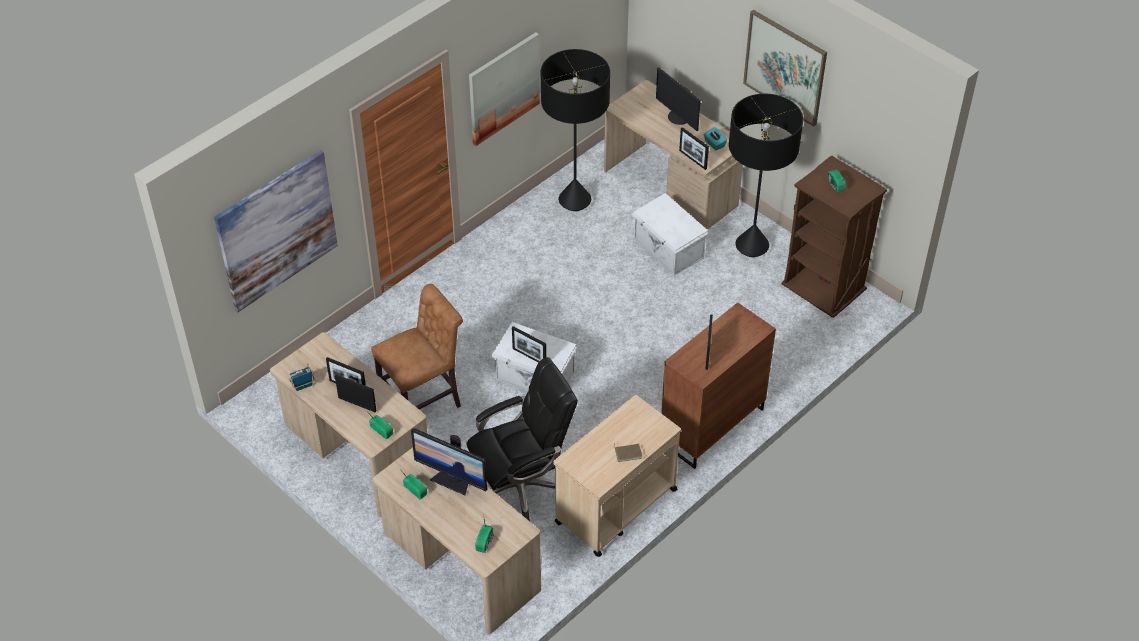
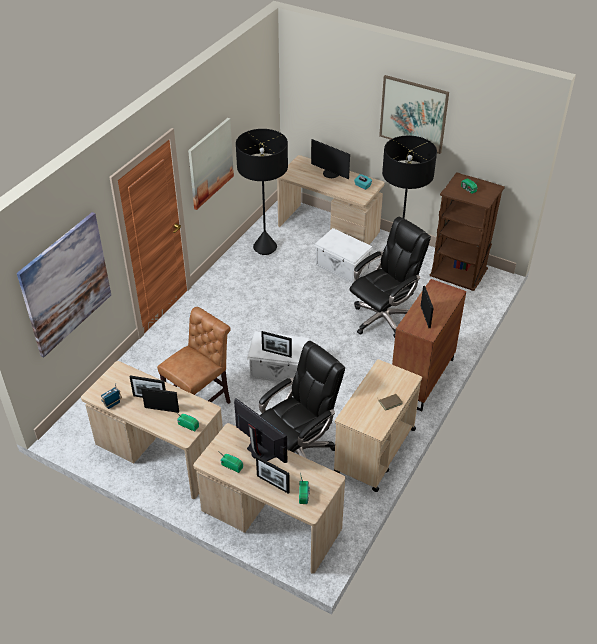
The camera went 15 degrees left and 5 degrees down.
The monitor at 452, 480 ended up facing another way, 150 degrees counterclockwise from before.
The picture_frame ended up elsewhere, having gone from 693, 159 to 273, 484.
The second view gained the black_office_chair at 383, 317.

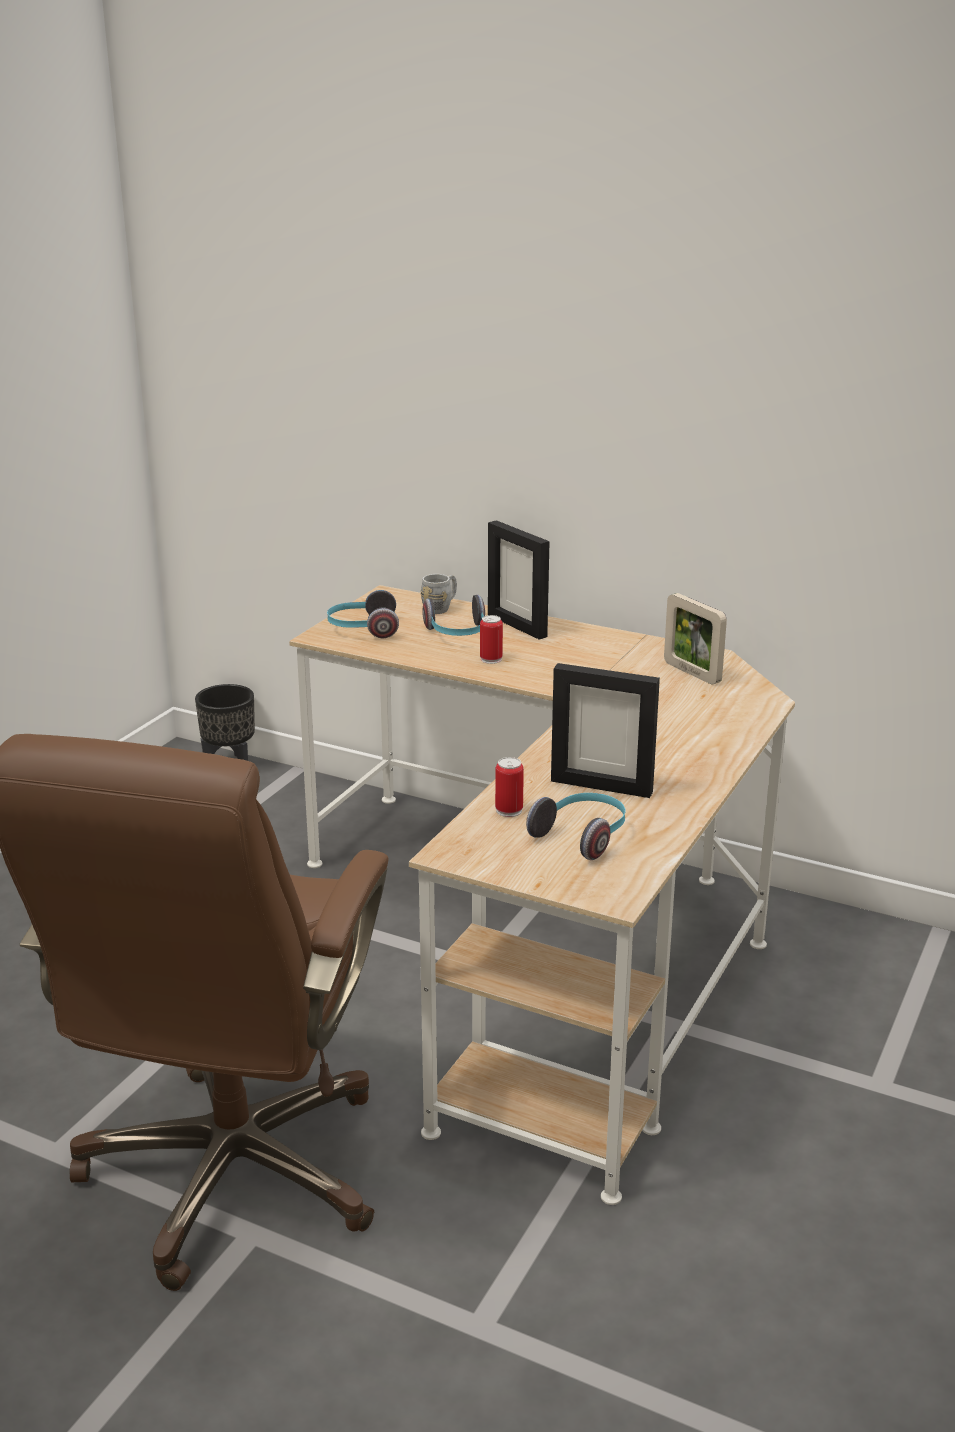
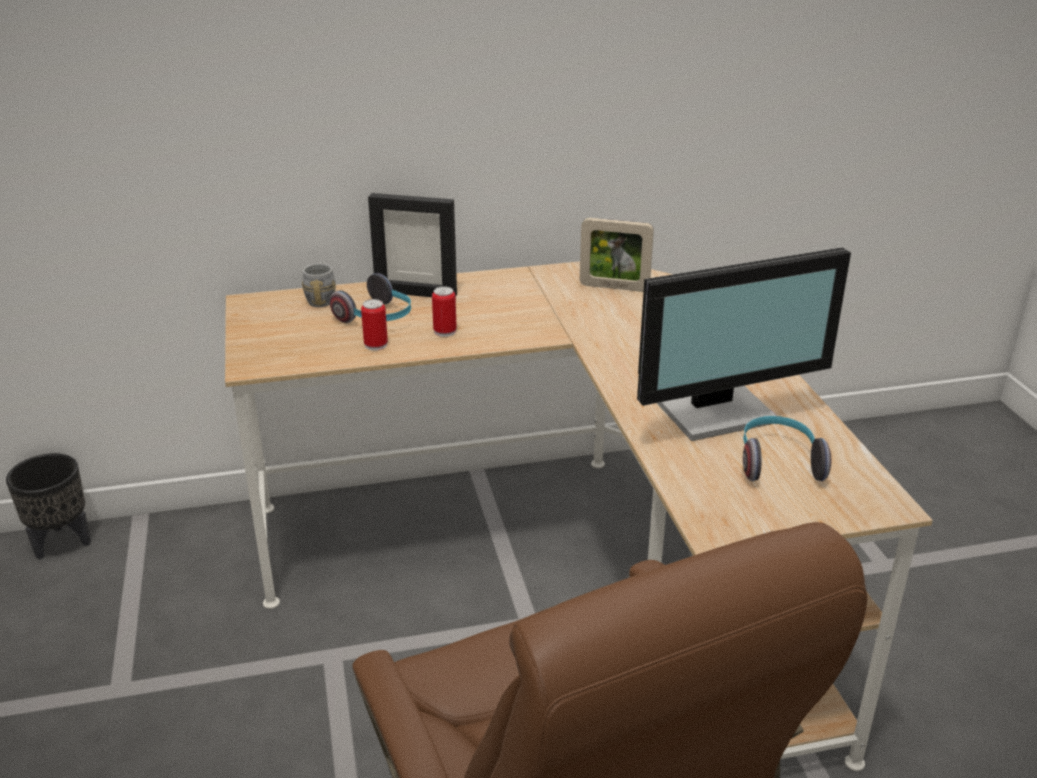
The camera went 40 degrees left and 5 degrees up.
The second view lost the headphones at 363, 629.
The can ended up elsewhere, having gone from 509, 810 to 376, 345.
Where the picture_frame stood at 602, 785, the monitor came to stand at 715, 410.

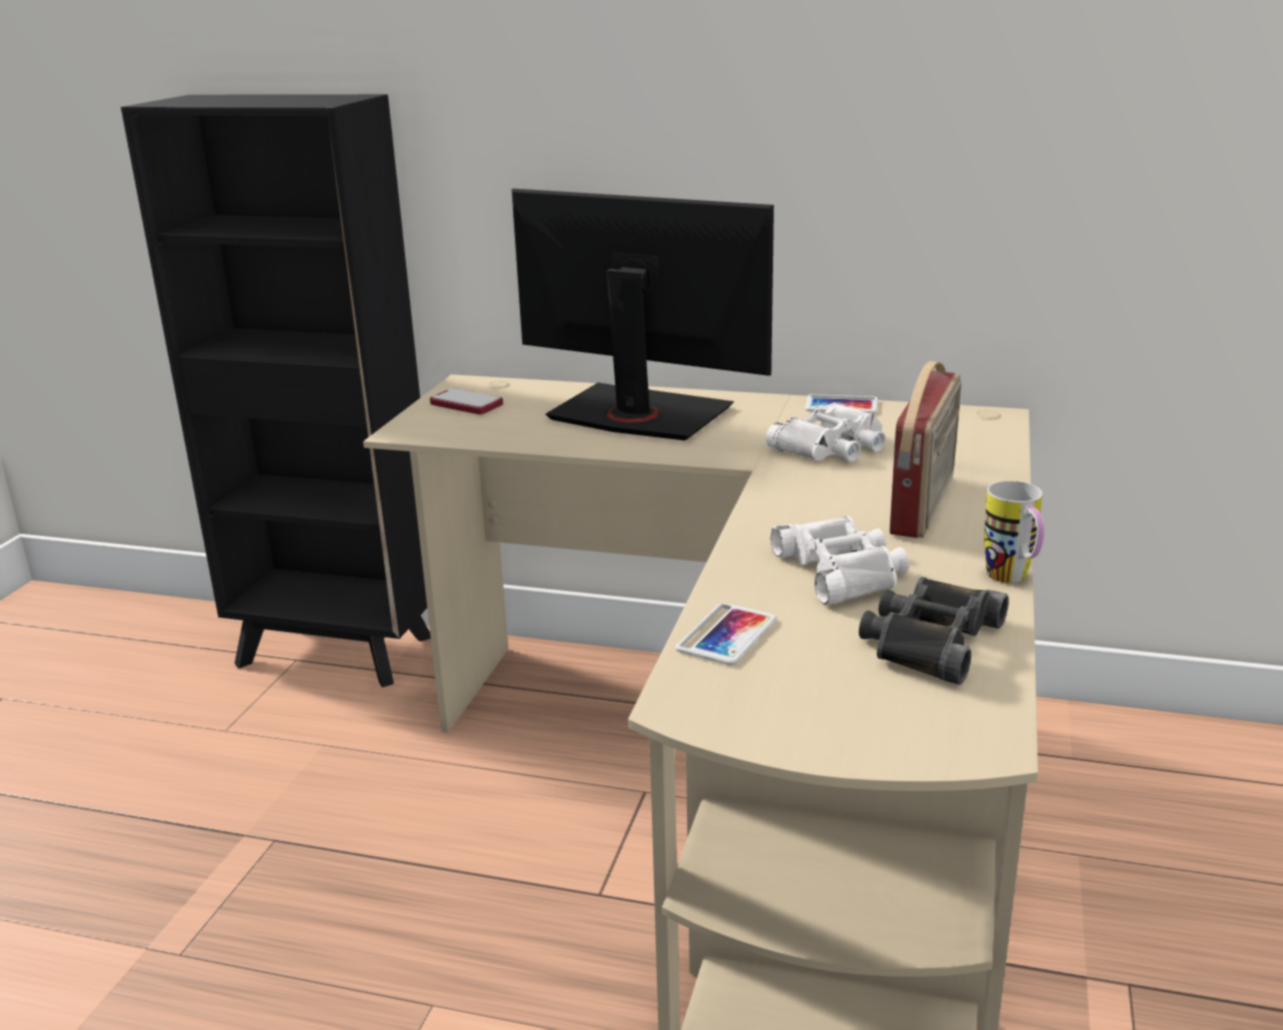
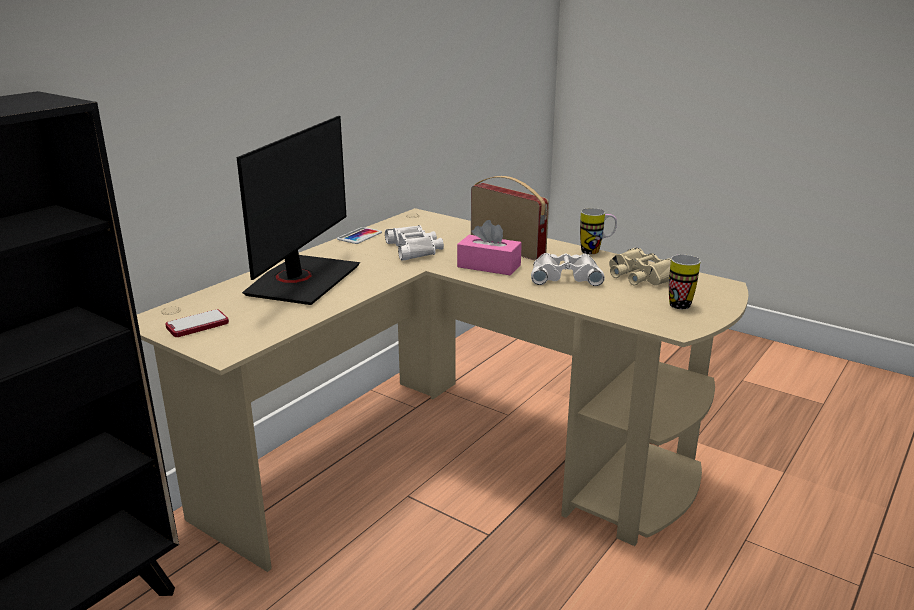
The camera went 70 degrees left and 0 degrees up.
The monitor at 638, 414 ended up facing another way, 150 degrees clockwise from before.
The second view lost the phone at 727, 635.
What was the black_binoculars at 929, 640 turned into the beige_binoculars at 641, 275.
The second view gained the pink_tissue_box at 489, 266.
The second view gained the mug at 677, 302.

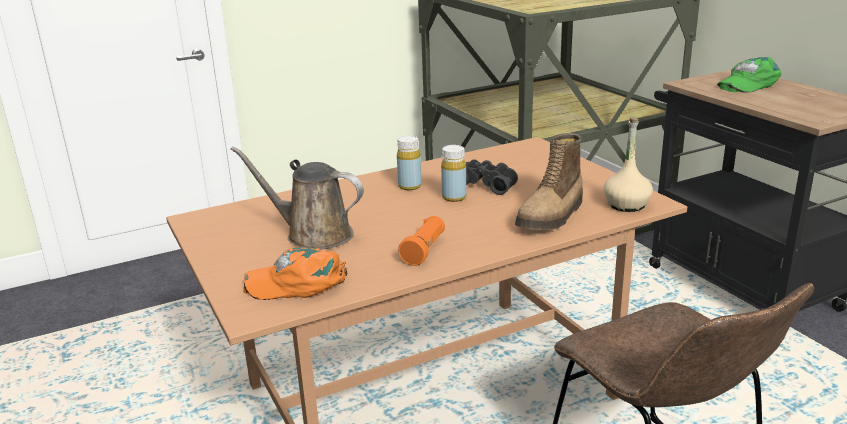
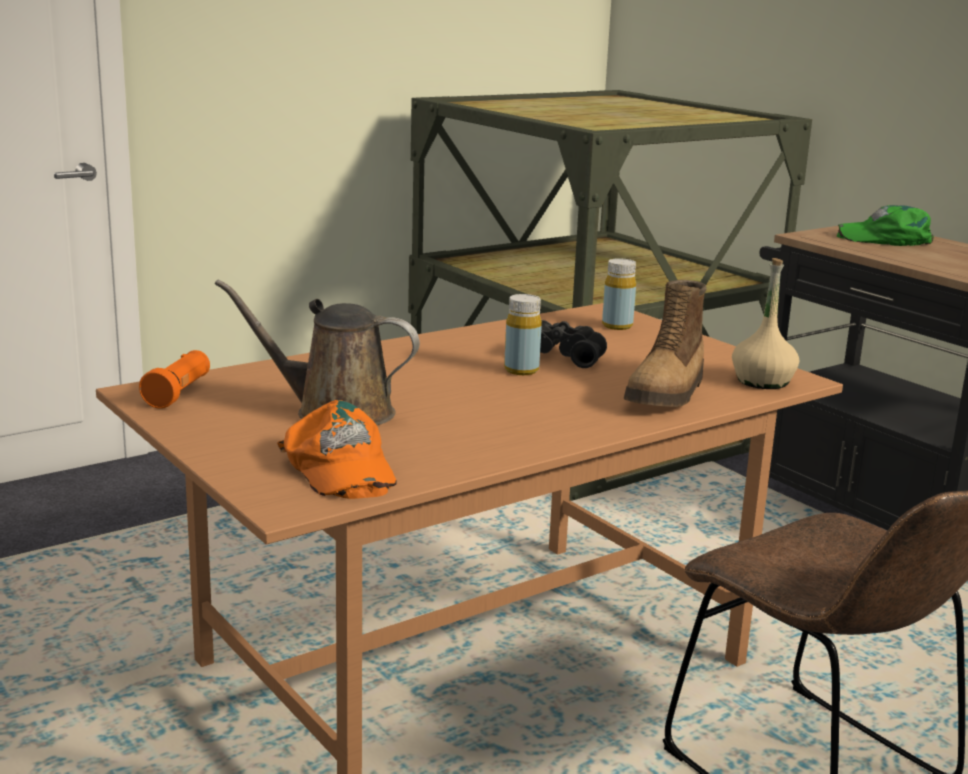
The camera went 10 degrees left and 5 degrees down.
The orange_cap at 298, 283 ended up facing another way, 105 degrees counterclockwise from before.
The yellow_bottle ended up elsewhere, having gone from 410, 186 to 617, 326.
The orange_flashlight ended up elsewhere, having gone from 424, 250 to 179, 393.
The green_cap at 747, 84 ended up facing another way, 60 degrees clockwise from before.

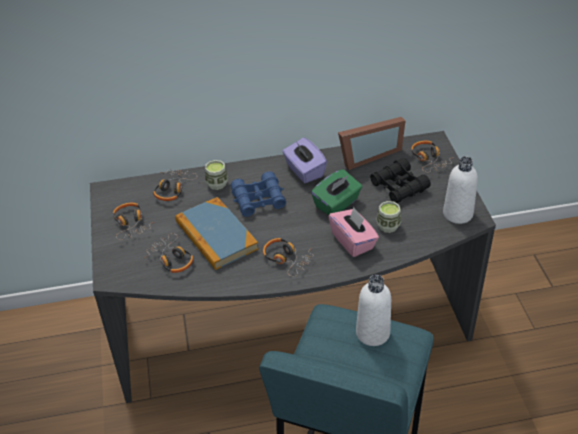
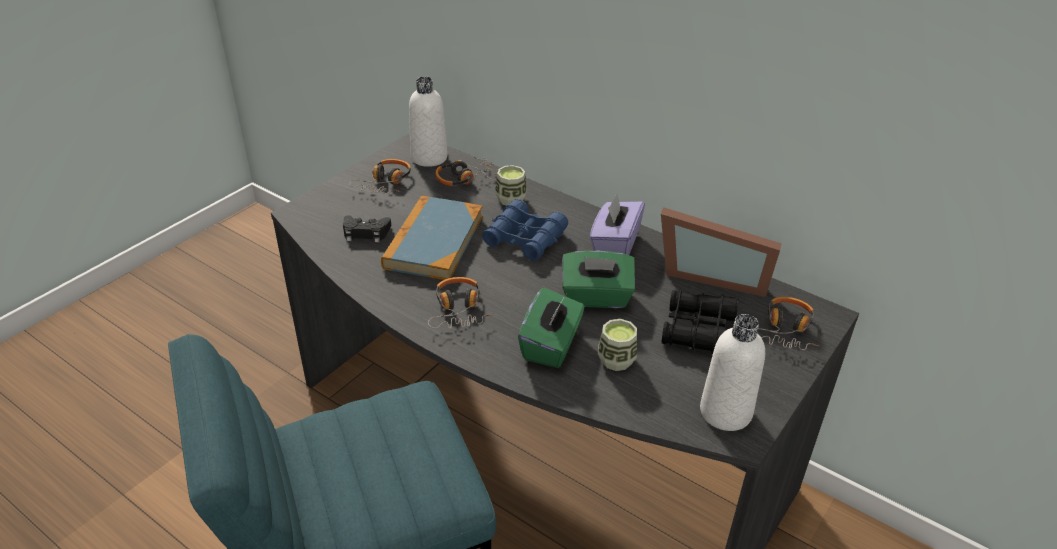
The camera went 45 degrees right and 5 degrees down.
Where the headphones stood at 171, 259, the black_game_controller came to stand at 366, 233.
What was the pink_tissue_box at 353, 241 turned into the green_tissue_box at 551, 345.
The white_bottle ended up elsewhere, having gone from 372, 333 to 429, 158.

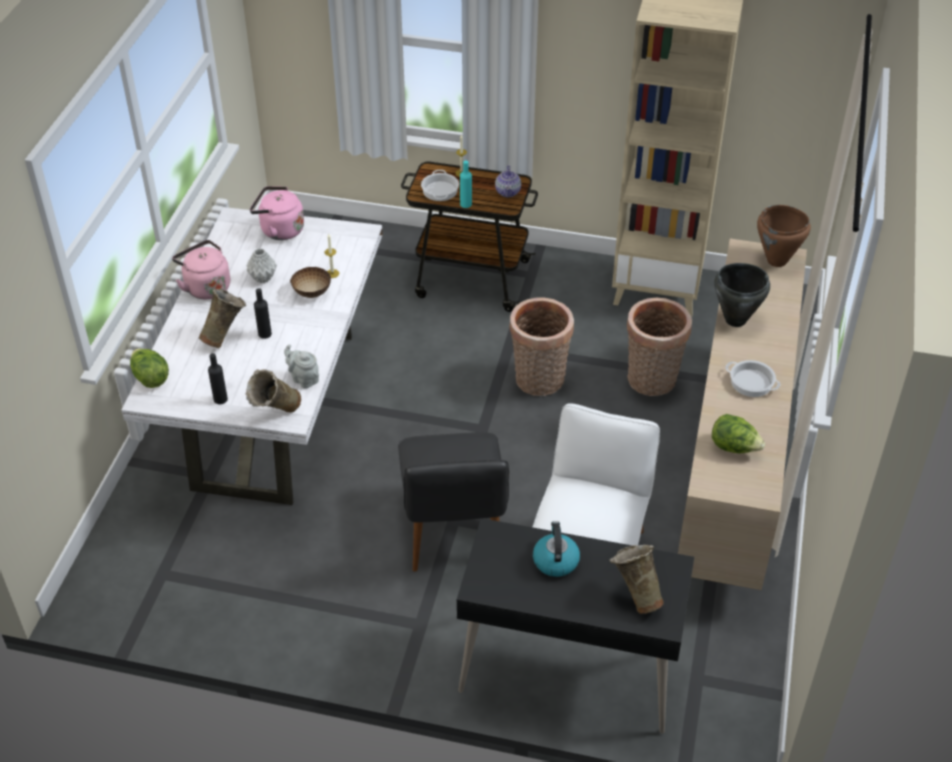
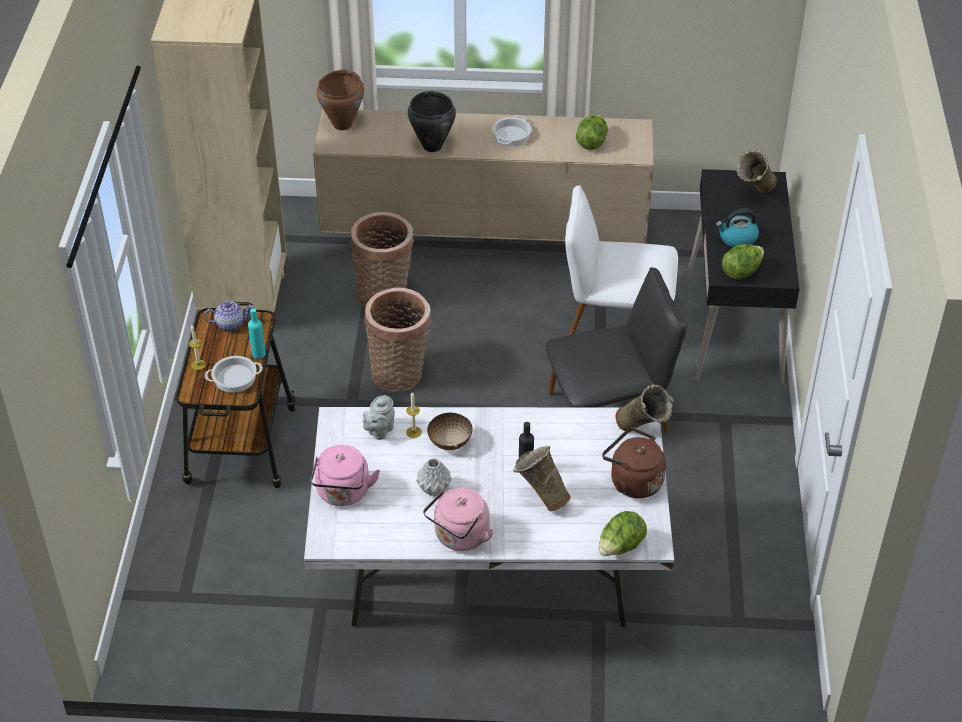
The camera went 100 degrees left and 0 degrees up.
Where the black_bottle stood at 220, 399, the brown_kettle came to stand at 633, 481.
The grey_teapot ended up elsewhere, having gone from 303, 379 to 379, 431.
The second view gained the lettuce at 741, 271.

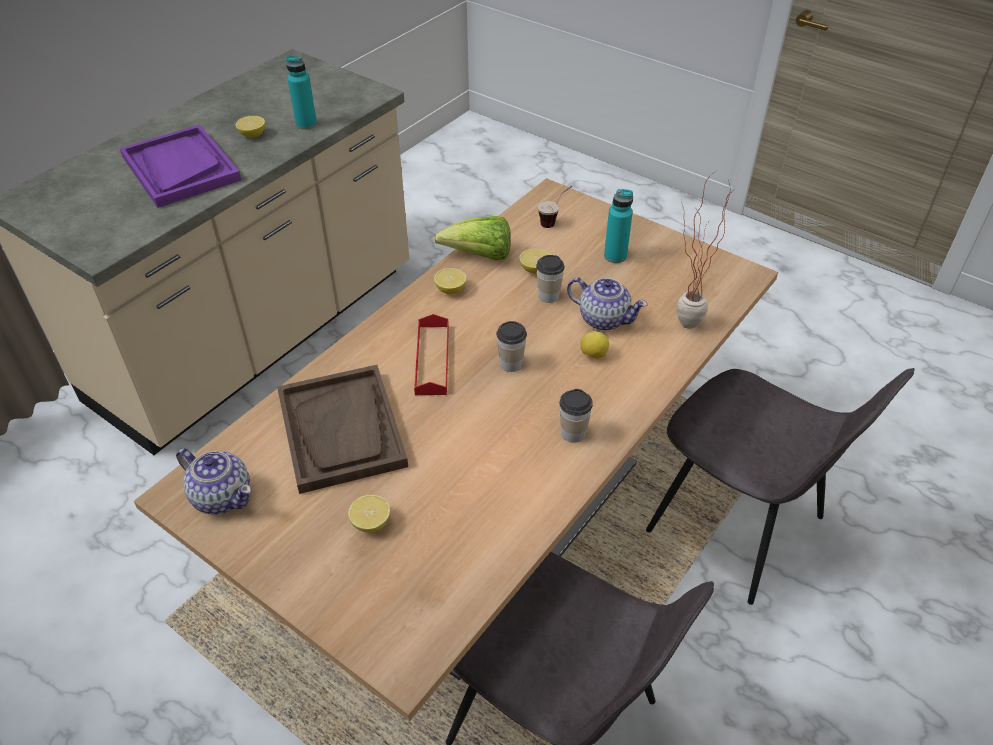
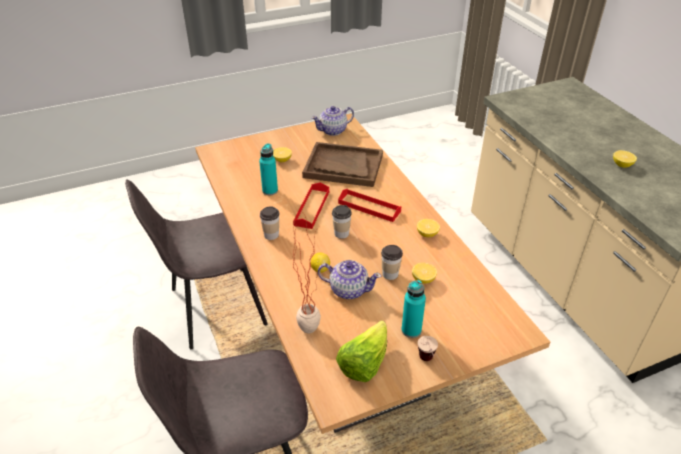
The camera went 120 degrees right and 5 degrees down.
The second view lost the purple_tray at 180, 168.
The turquoise_bottle ended up elsewhere, having gone from 306, 124 to 270, 191.
The lettuce ended up elsewhere, having gone from 480, 256 to 364, 363.
The cup ended up elsewhere, having gone from 554, 221 to 427, 362.
The teapot at 603, 318 ended up facing another way, 135 degrees counterclockwise from before.
The second view gained the red_tray at 312, 208.

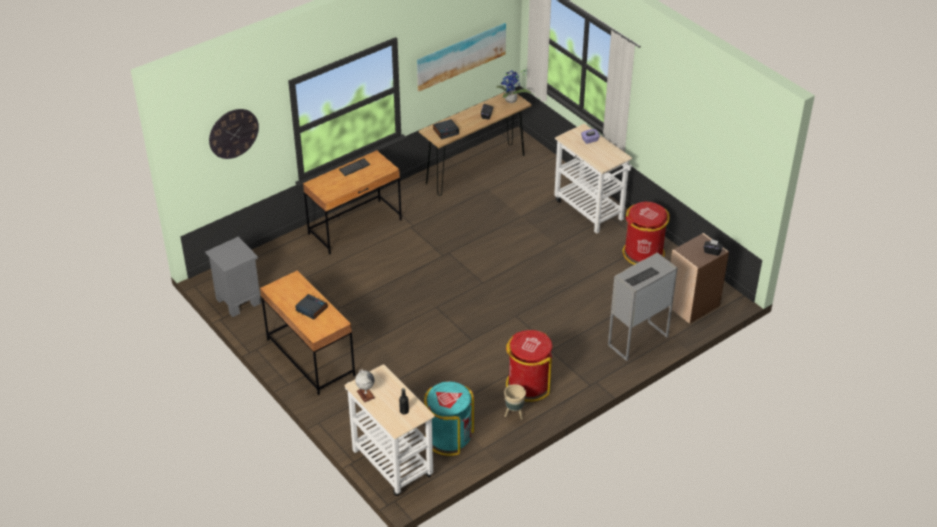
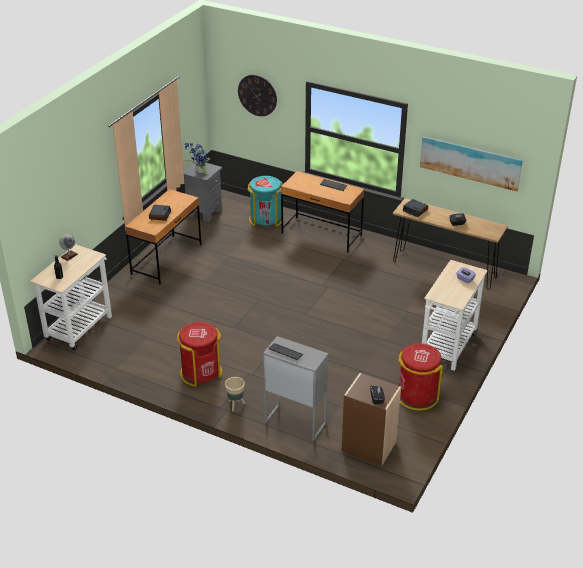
The camera went 65 degrees right and 5 degrees down.
The turquoise_trash_can ended up elsewhere, having gone from 449, 437 to 266, 219.
The potted_plant ended up elsewhere, having gone from 511, 101 to 199, 172.
The beige_planter ended up elsewhere, having gone from 514, 414 to 235, 405.

